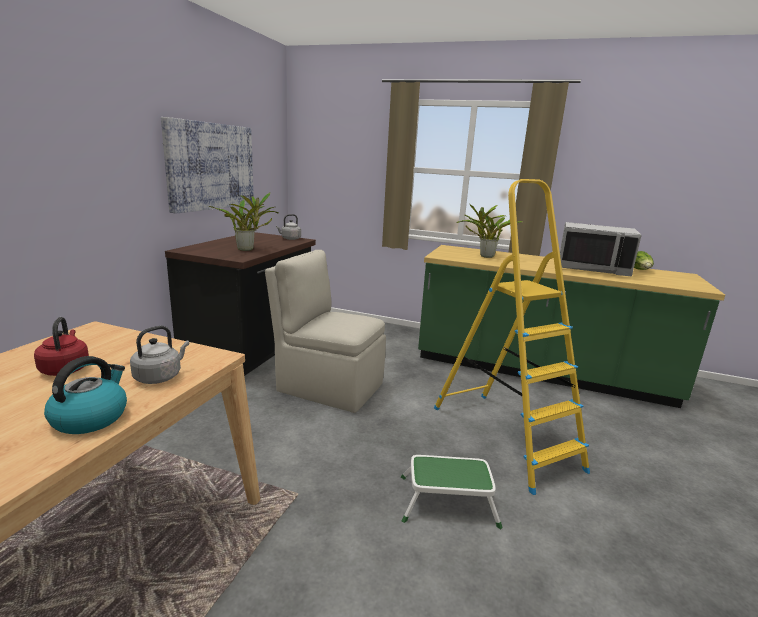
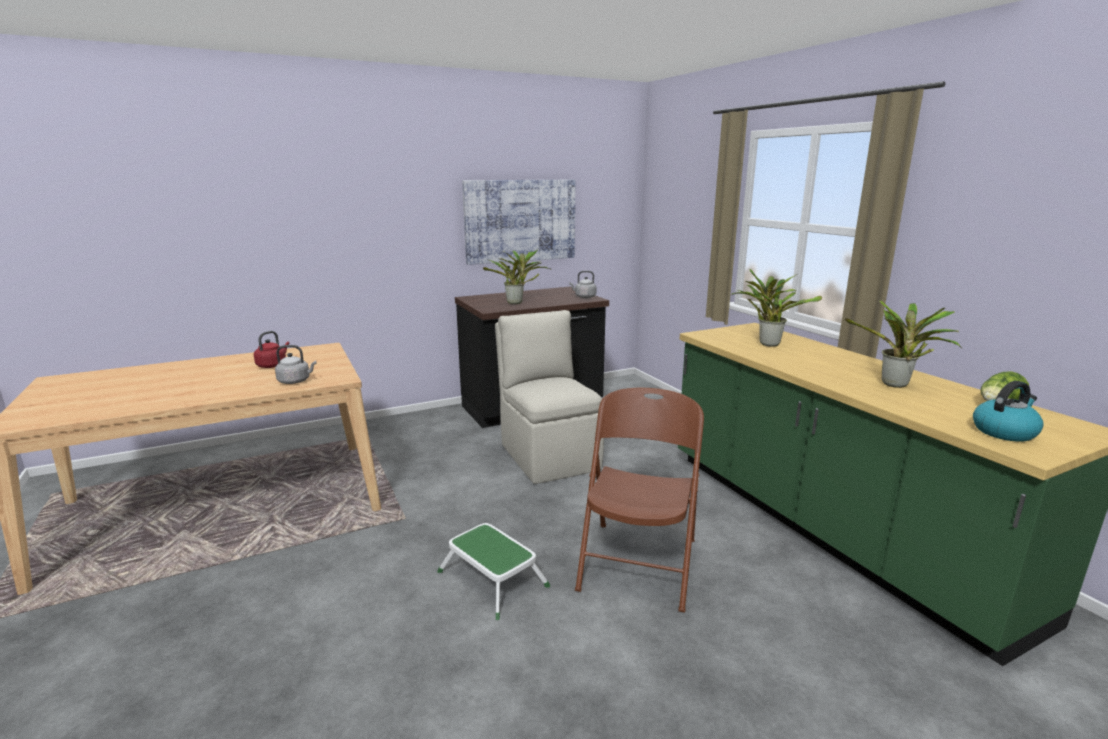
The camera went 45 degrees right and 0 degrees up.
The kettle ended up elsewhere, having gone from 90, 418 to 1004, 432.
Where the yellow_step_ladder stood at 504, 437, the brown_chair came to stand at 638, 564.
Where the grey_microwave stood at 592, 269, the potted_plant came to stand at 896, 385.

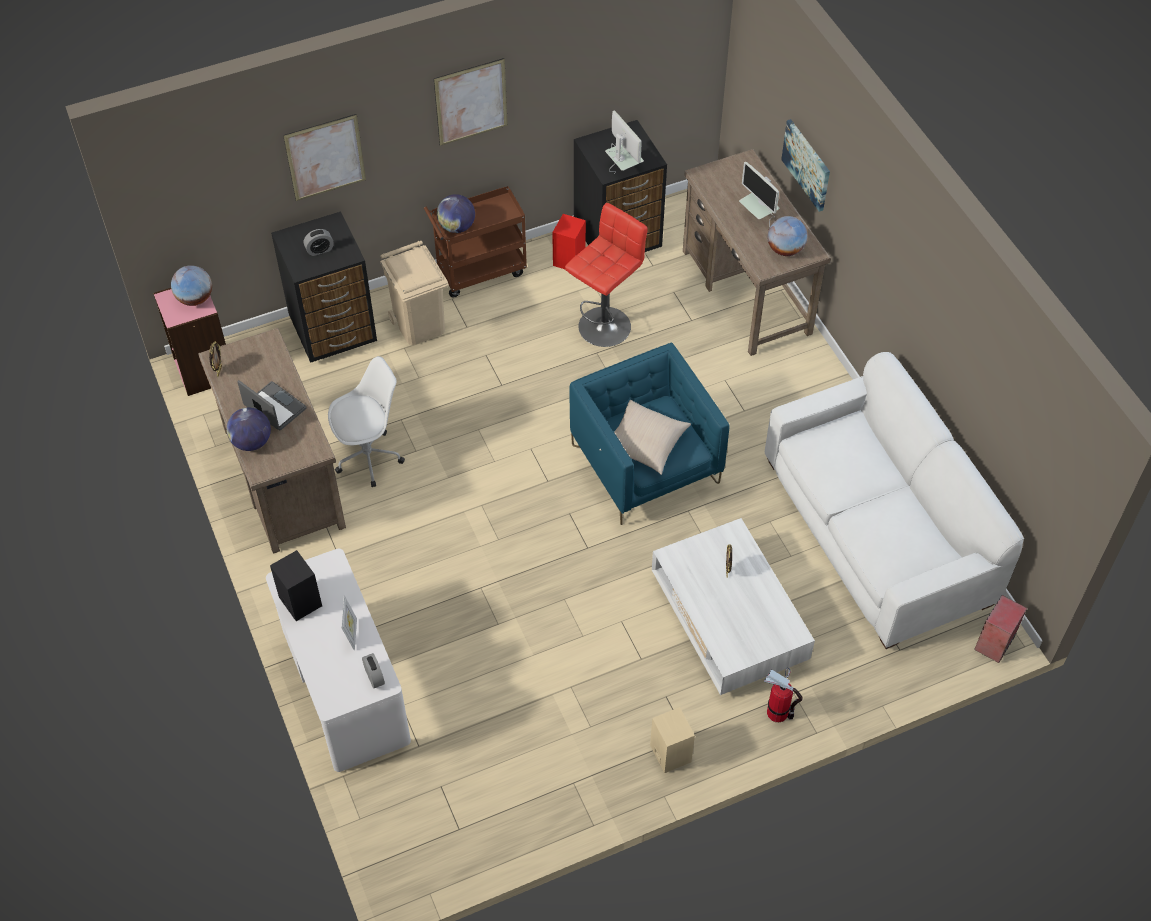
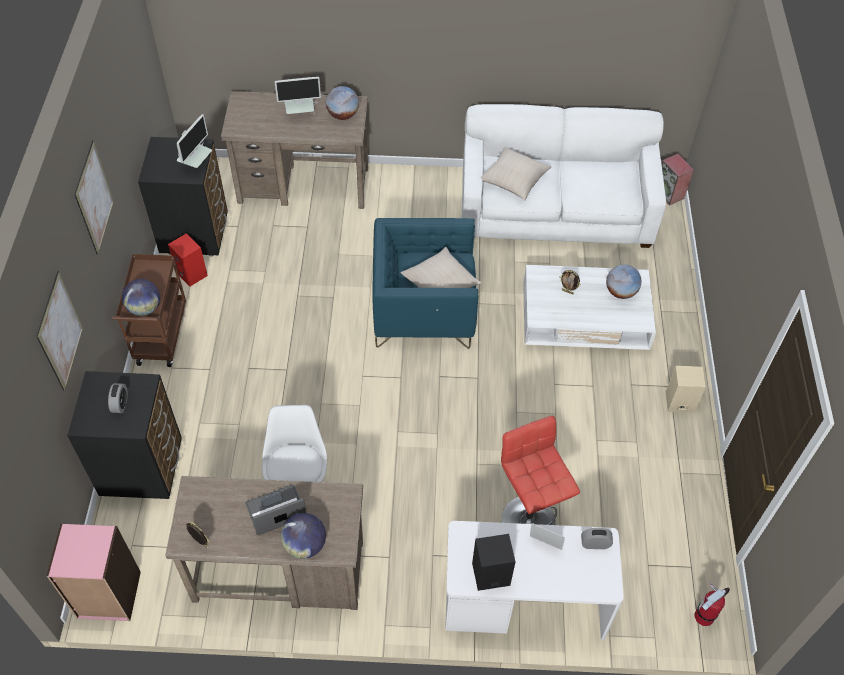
The camera went 65 degrees left and 0 degrees up.
The globe ended up elsewhere, having gone from 195, 298 to 620, 292.
The second view lost the beige_trash_can at 420, 325.
The red_stool ended up elsewhere, having gone from 605, 326 to 528, 519.
The monitor at 622, 169 ended up facing another way, 120 degrees clockwise from before.
The fire_extinguisher ended up elsewhere, having gone from 777, 712 to 704, 616.
The second view lost the picture at 807, 164.
The second view gained the beige_pillow at 514, 180.

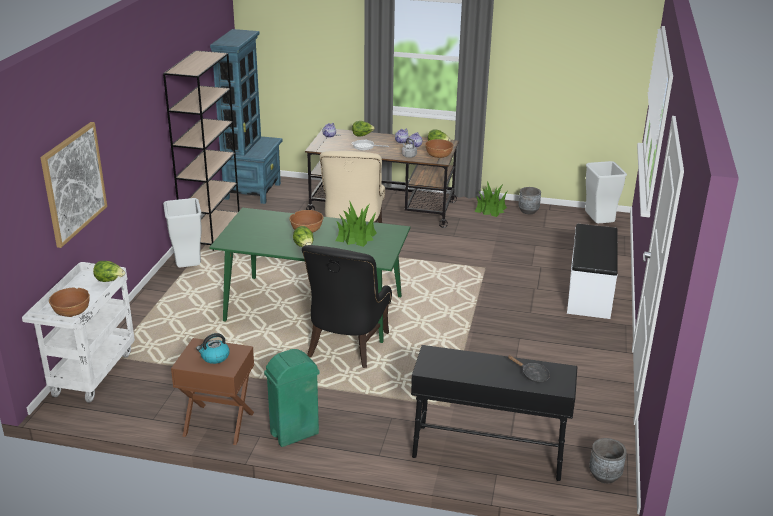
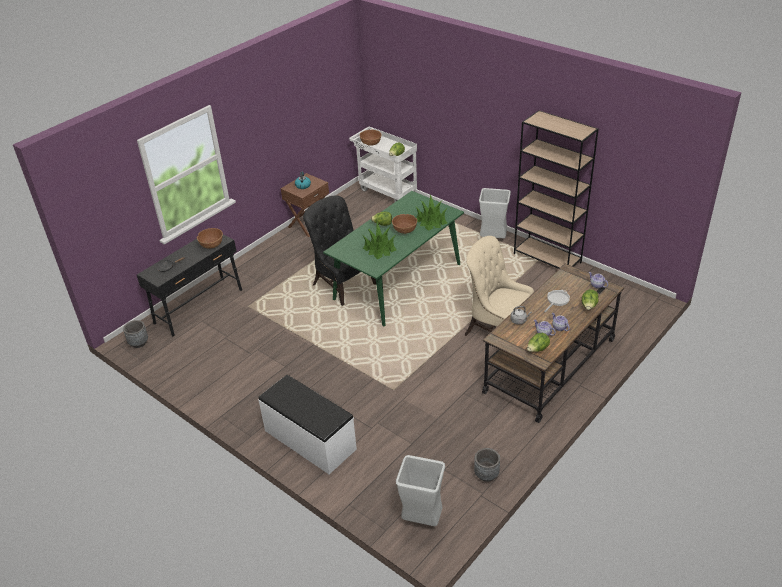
The camera went 120 degrees right and 10 degrees up.
The second view lost the picture at 74, 183.
The second view lost the blue_cabinet at 253, 191.
The second view lost the green_trash_can at 294, 433.
The brown_bowl ended up elsewhere, having gone from 438, 156 to 211, 245.
The potted_plant ended up elsewhere, having gone from 490, 209 to 431, 221.

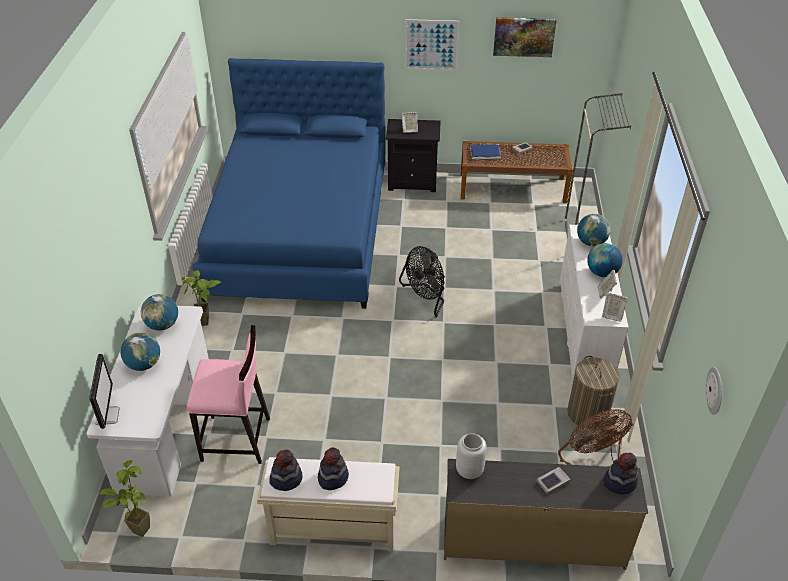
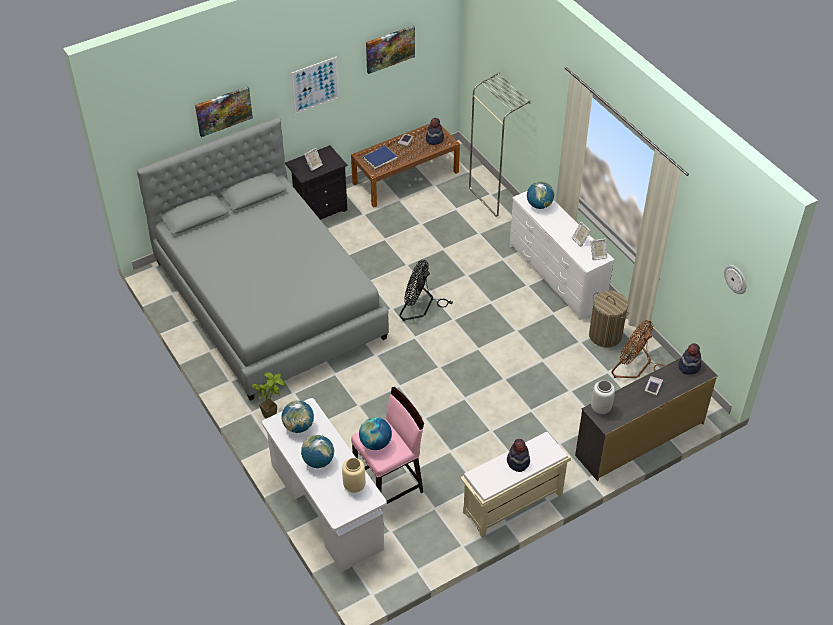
The camera went 35 degrees left and 5 degrees up.
The second view lost the monitor at 107, 415.
The second view lost the potted_plant at 137, 526.
What was the blue_bed at 301, 231 turned into the grey_bed at 269, 299.
The hat ended up elsewhere, having gone from 286, 479 to 434, 139.
The black_fan at 427, 295 ended up facing another way, 90 degrees clockwise from before.
The globe ended up elsewhere, having gone from 602, 273 to 375, 443.
The second view gained the picture at 223, 110.
The second view gained the beige_vase at 354, 486.

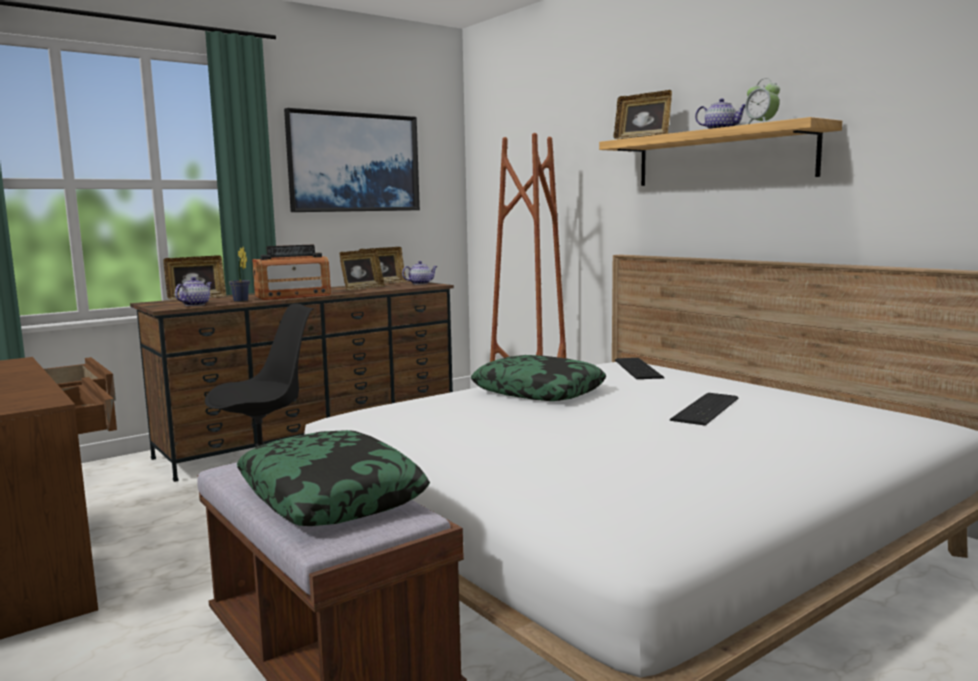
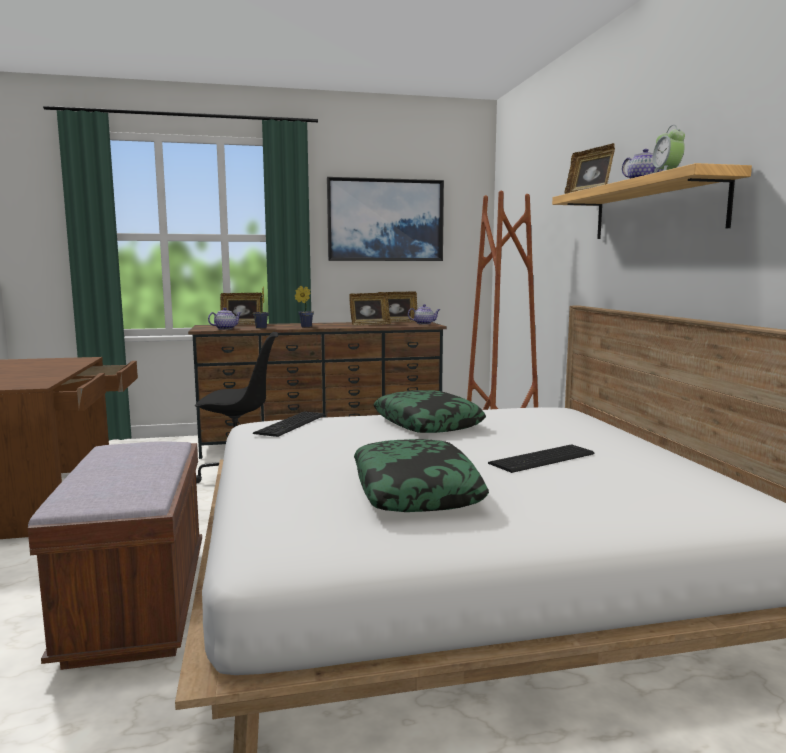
The camera went 25 degrees right and 0 degrees up.
The pillow ended up elsewhere, having gone from 331, 496 to 416, 491.
Where the radio stood at 293, 296, the potted_plant came to stand at 304, 327.
The keyboard ended up elsewhere, having gone from 639, 368 to 293, 424.

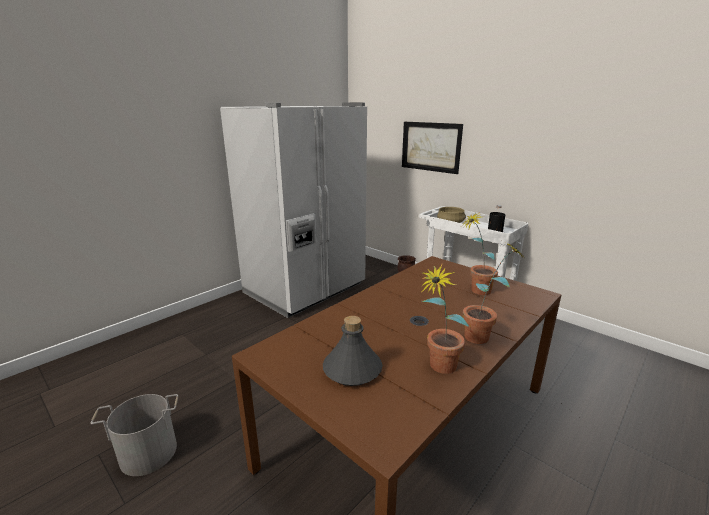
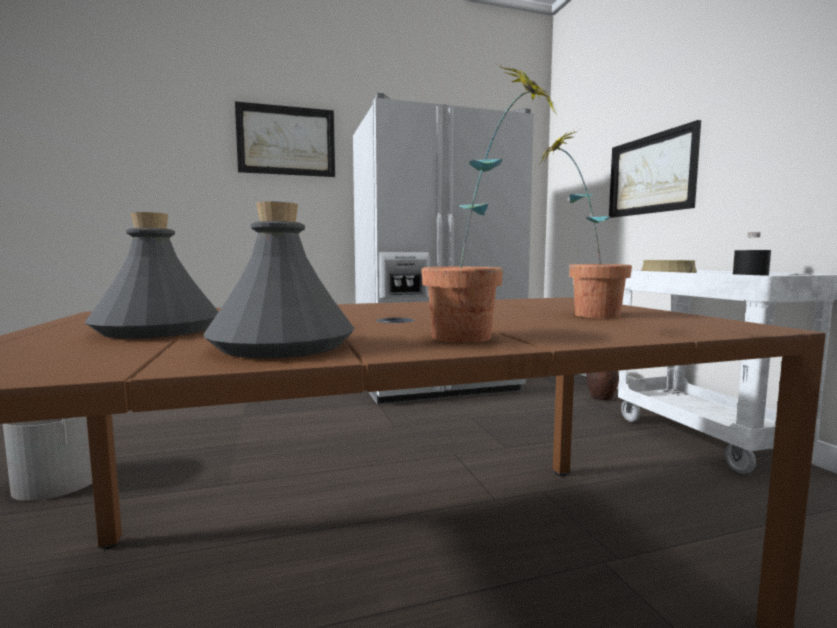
The camera went 30 degrees right and 15 degrees down.
Where the potted_plant stood at 438, 369, the grey_bottle came to stand at 283, 346.
The second view gained the picture at 286, 141.

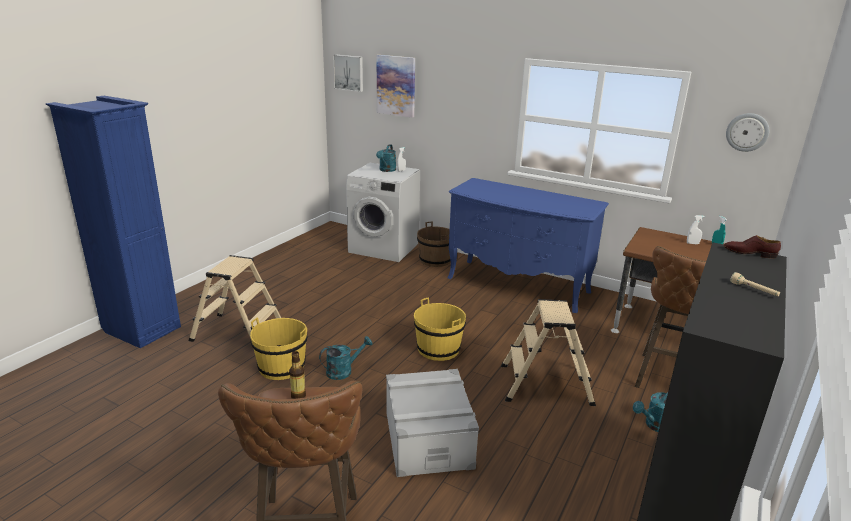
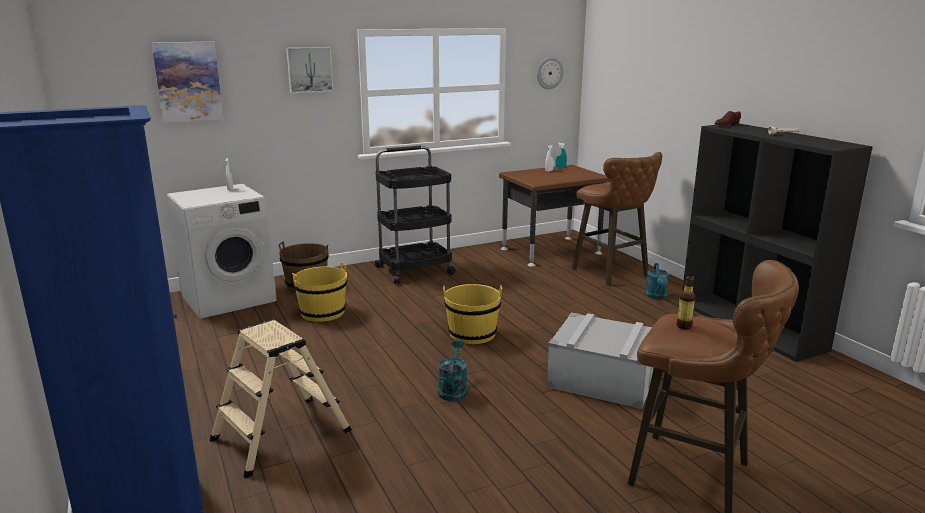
The camera went 55 degrees left and 5 degrees down.
The yellow_bucket ended up elsewhere, having gone from 282, 367 to 322, 312.
The picture ended up elsewhere, having gone from 349, 73 to 309, 69.
The second view lost the turquoise_watering_can at 386, 170.
Where the blue_dresser stood at 517, 286, the black_cart came to stand at 415, 270.
The second view lost the beige_step_ladder at 546, 384.

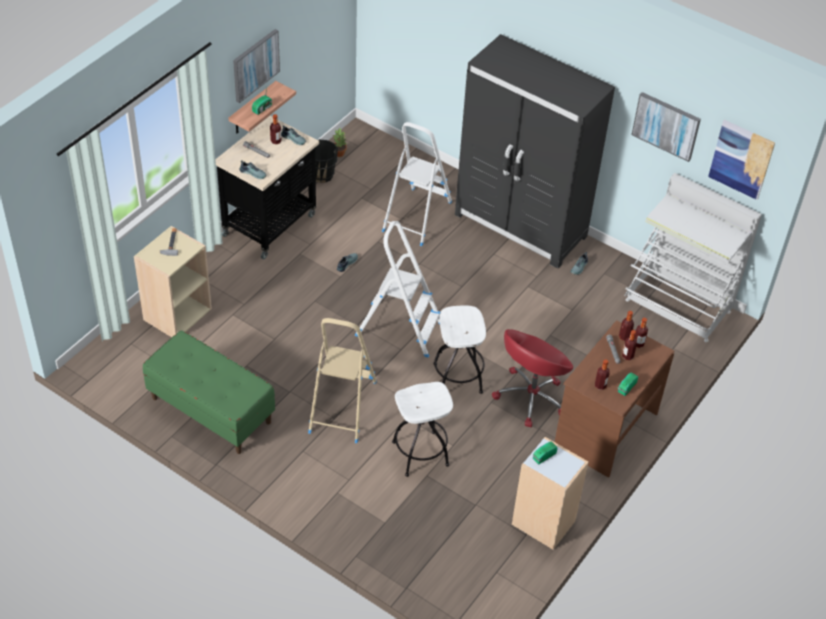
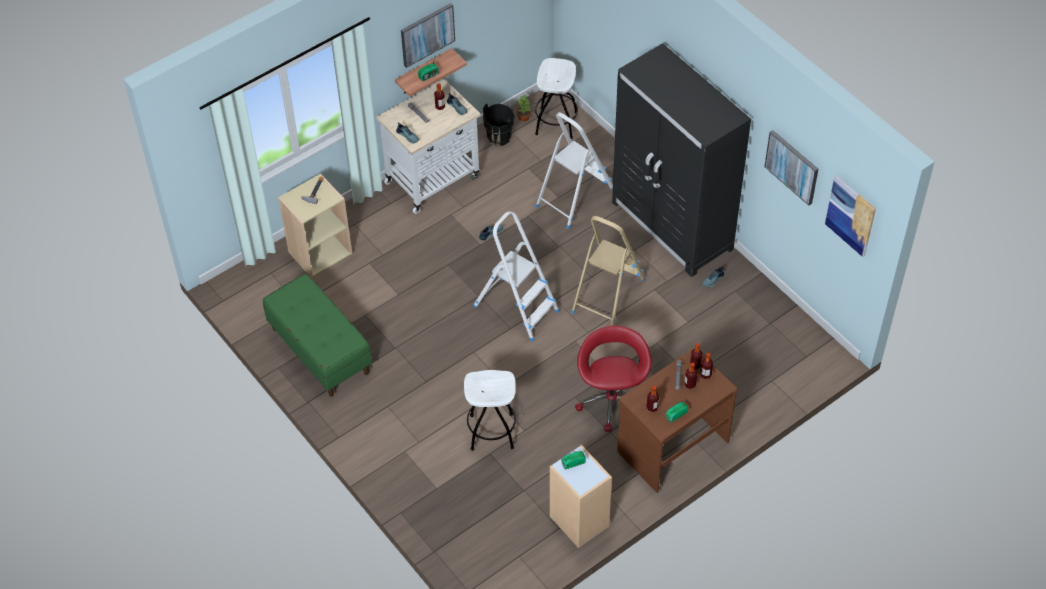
The camera went 20 degrees right and 5 degrees up.
What was the black_cart at 269, 224 turned into the white_cart at 432, 179.
The beige_step_ladder ended up elsewhere, having gone from 343, 405 to 609, 294.
The white_stool ended up elsewhere, having gone from 457, 378 to 556, 123.
The red_office_chair at 529, 399 ended up facing another way, 120 degrees clockwise from before.
The second view lost the white_shoe_rack at 676, 308.

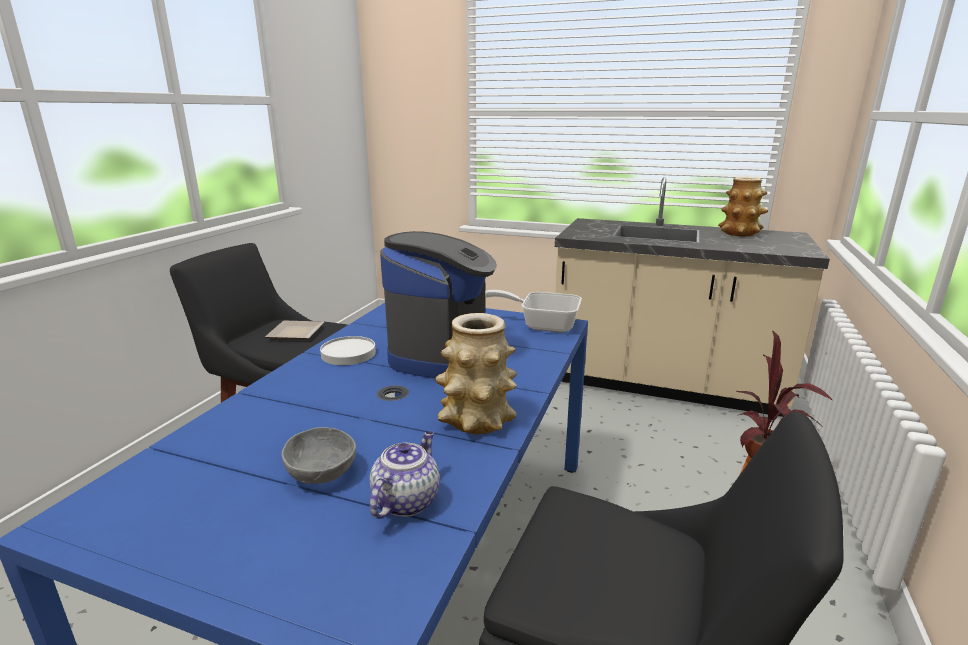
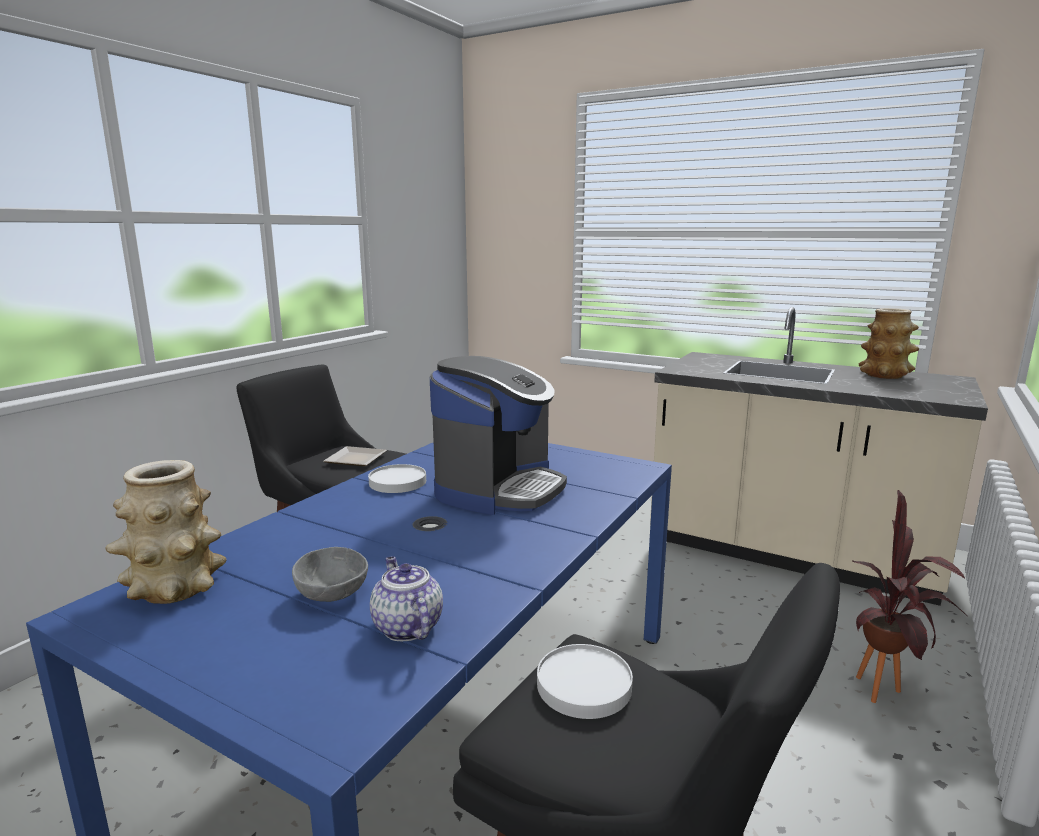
The camera went 10 degrees right and 5 degrees down.
The teapot at 406, 500 ended up facing another way, 60 degrees counterclockwise from before.
The vase ended up elsewhere, having gone from 477, 420 to 174, 587.
The second view lost the frying_pan at 542, 324.
The second view gained the white_plate at 583, 684.

